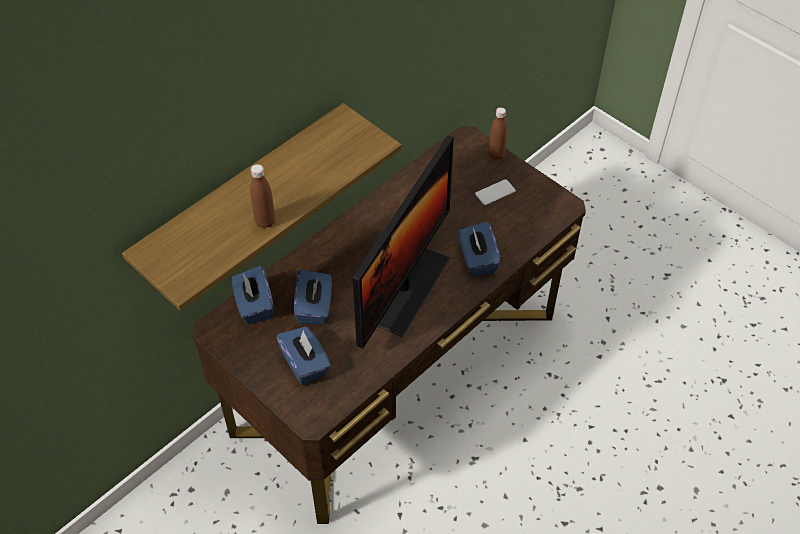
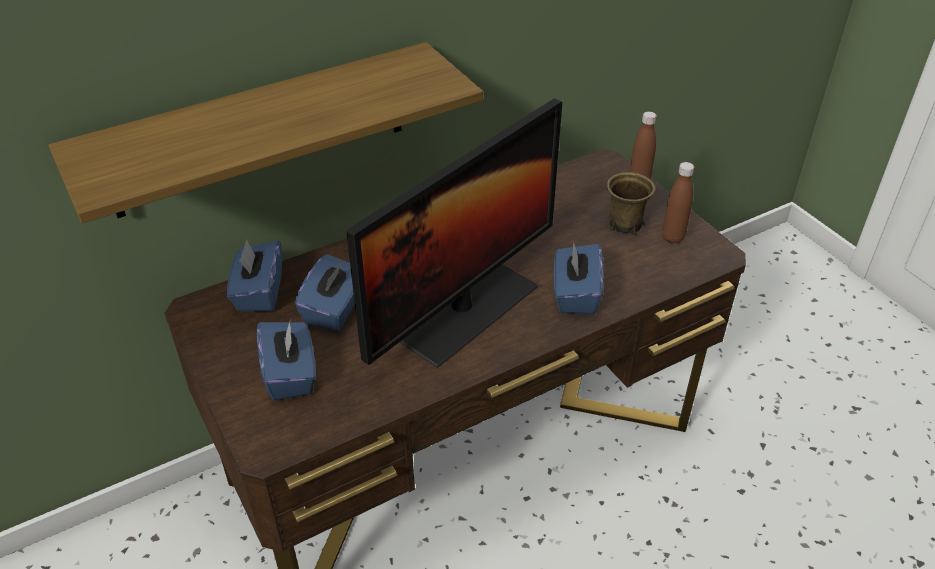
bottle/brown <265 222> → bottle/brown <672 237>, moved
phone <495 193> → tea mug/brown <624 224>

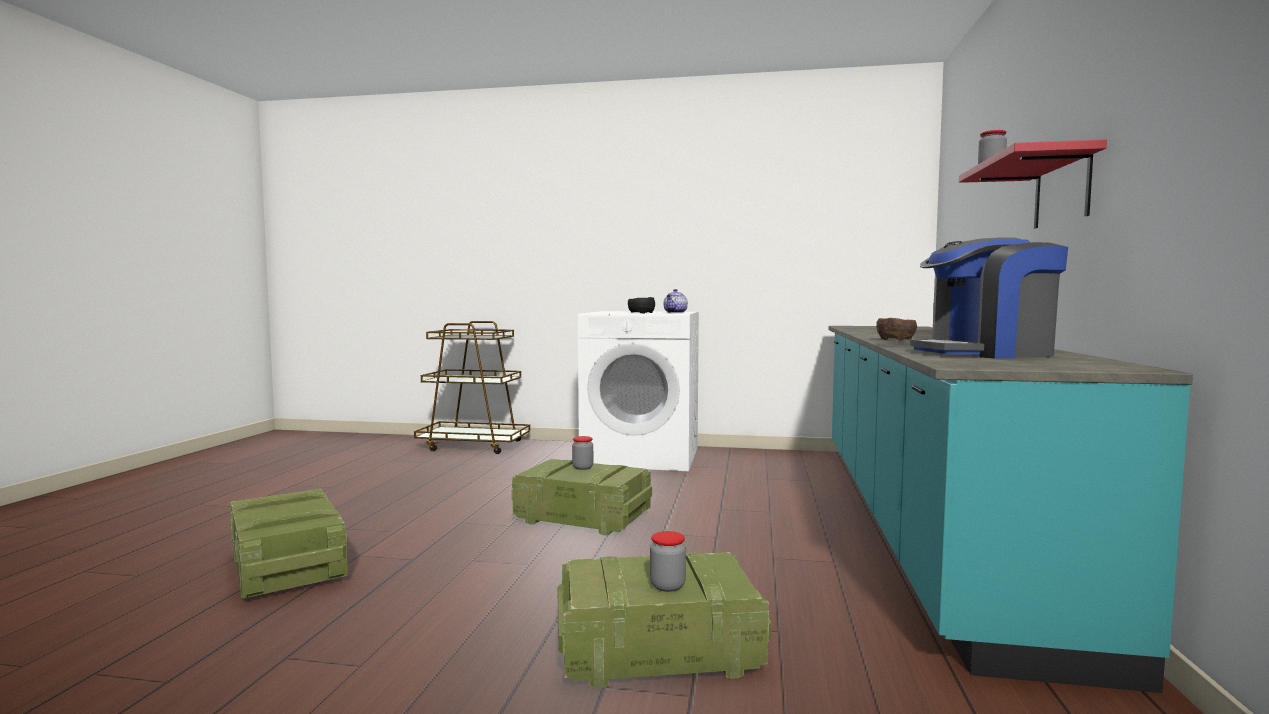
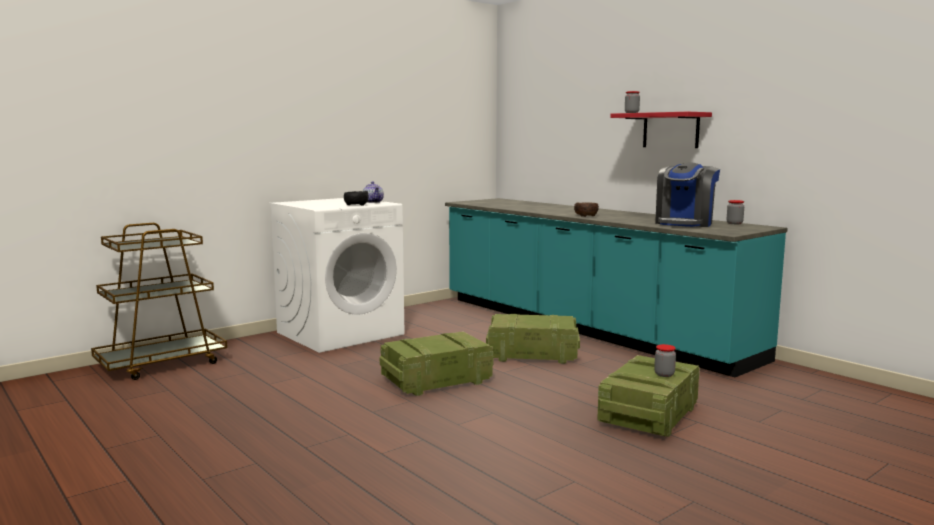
crate <286 567> → crate <531 354>, moved
storage jar <582 467> → storage jar <734 223>, moved

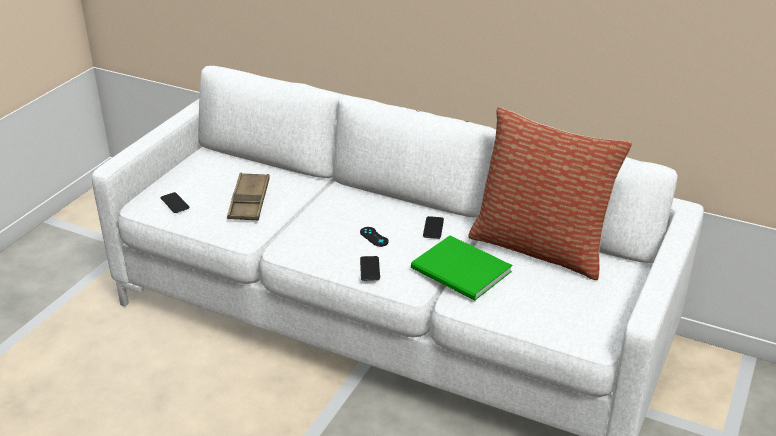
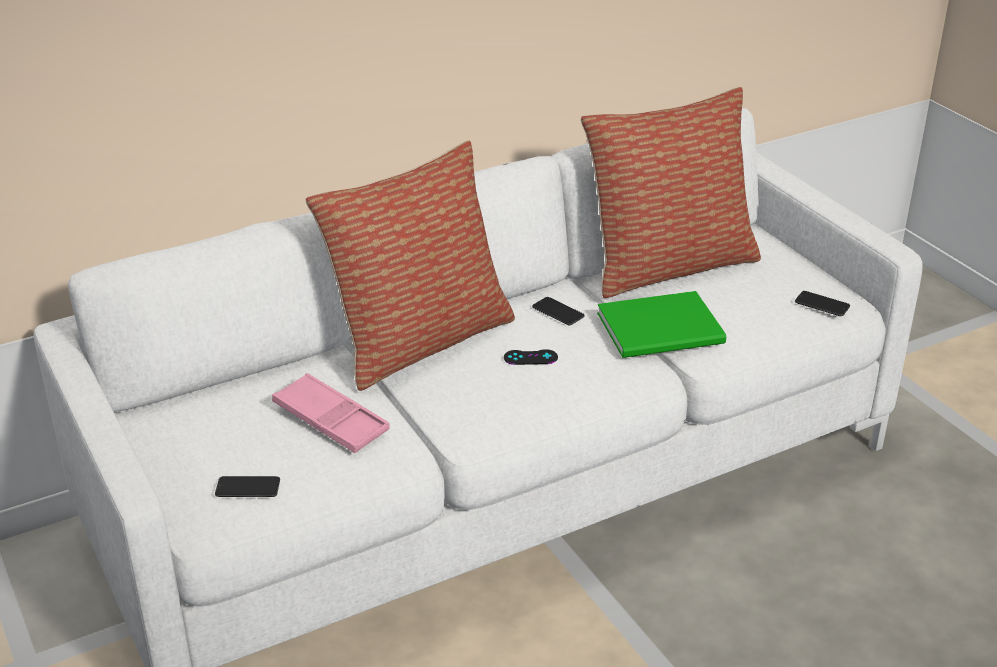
- → cushion <419 340>
phone <370 269> → phone <822 304>, moved
serving tray/brown <249 201> → serving tray/pink-coloured <331 420>

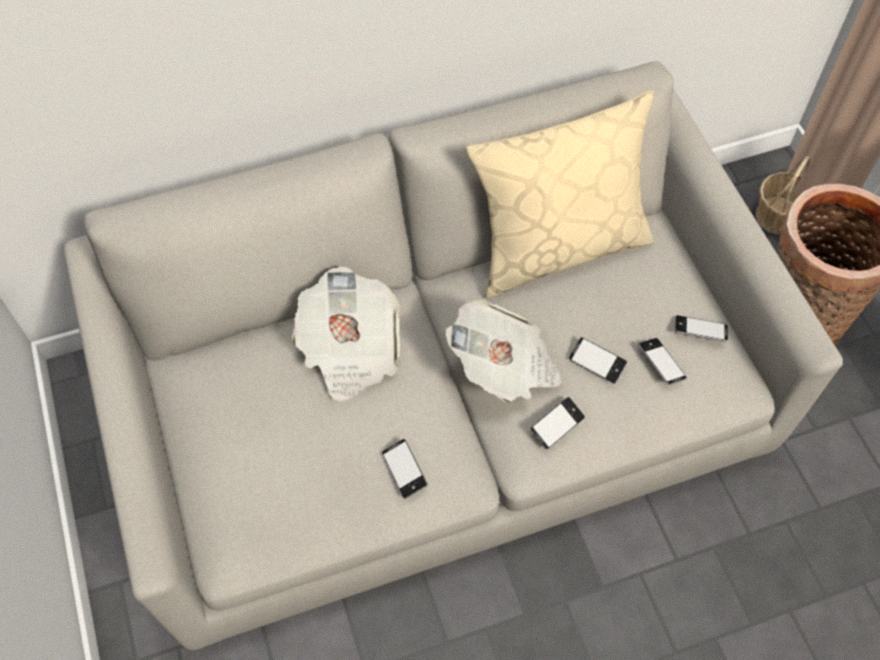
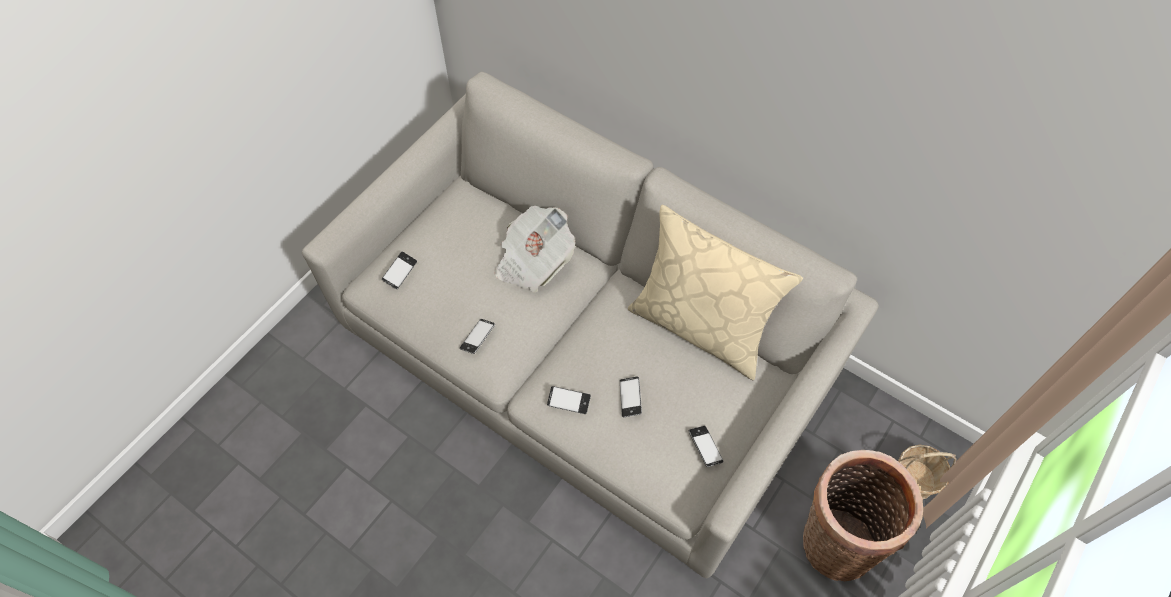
printed paper <504 367> → -
phone <661 363> → phone <400 272>, moved

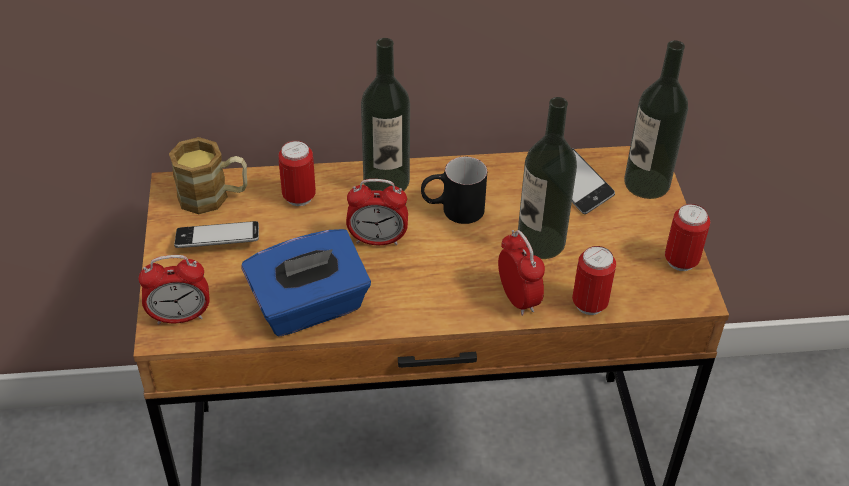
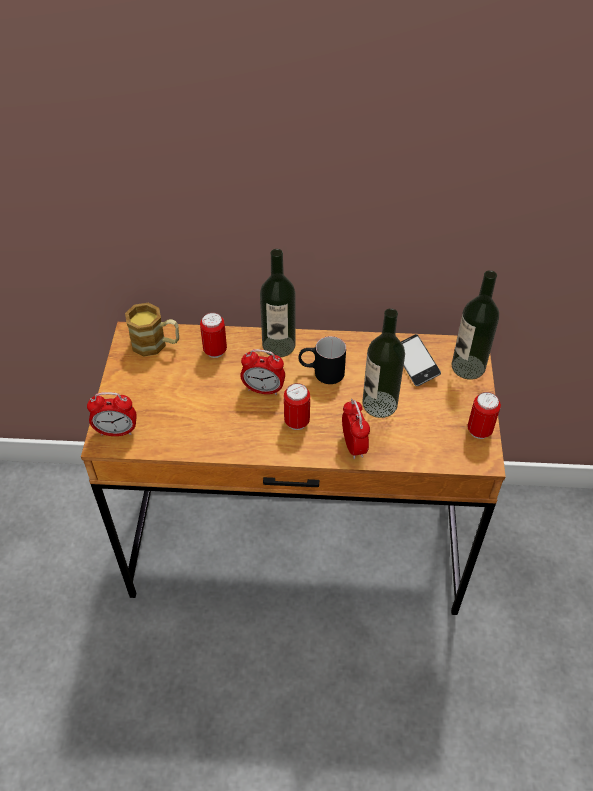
phone <218 240> → -
tissue holder/blue-coloured <309 307> → -
sealed can <589 304> → sealed can <297 422>, moved

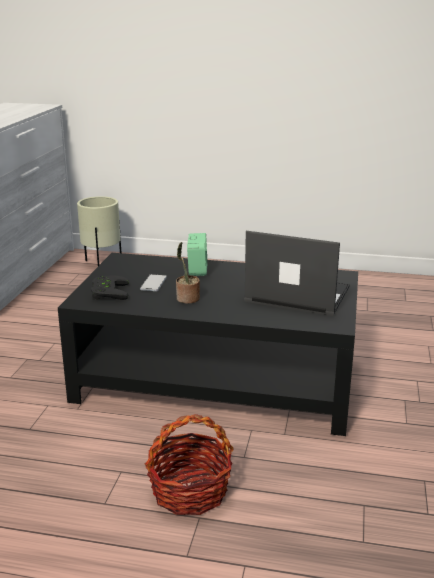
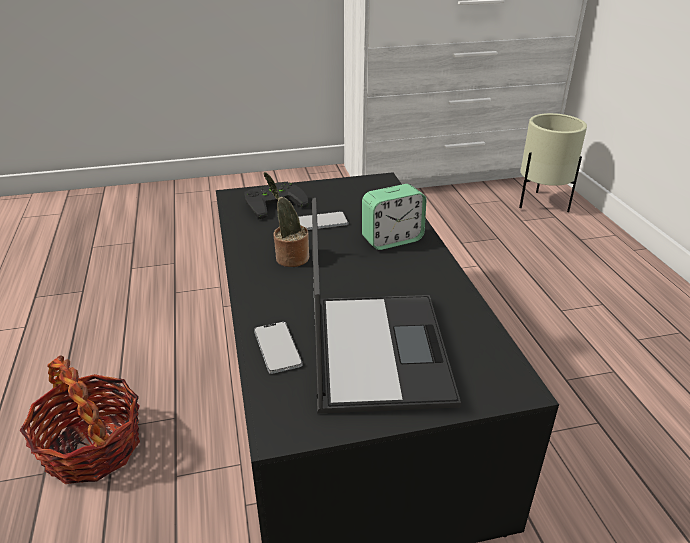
- → phone <277 348>

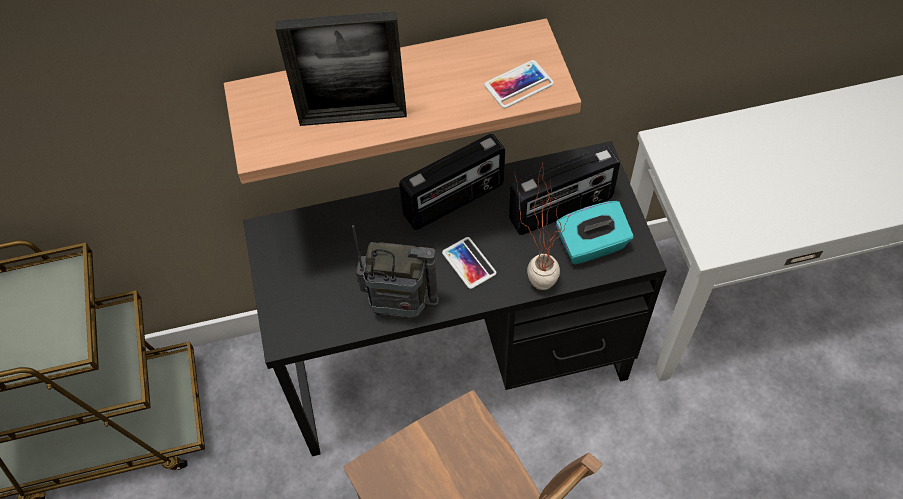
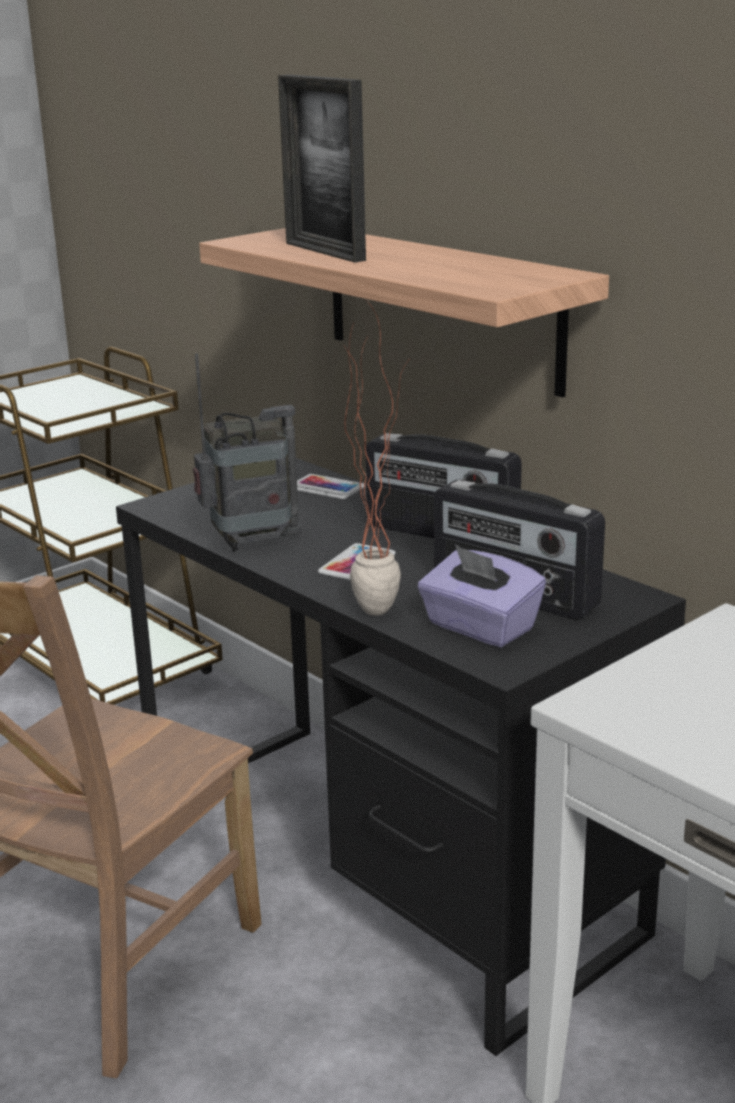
phone <518 84> → phone <326 487>, moved
tissue holder/blue-green <592 245> → tissue holder/purplish <479 628>
radio receiver <400 305> → radio receiver <252 544>, 90 degrees counterclockwise

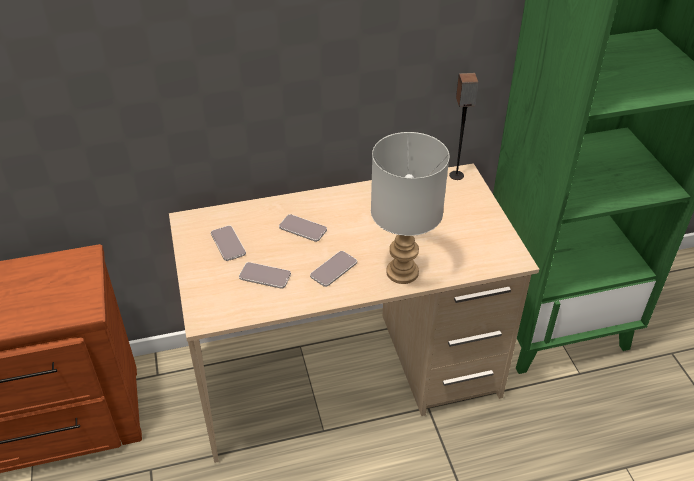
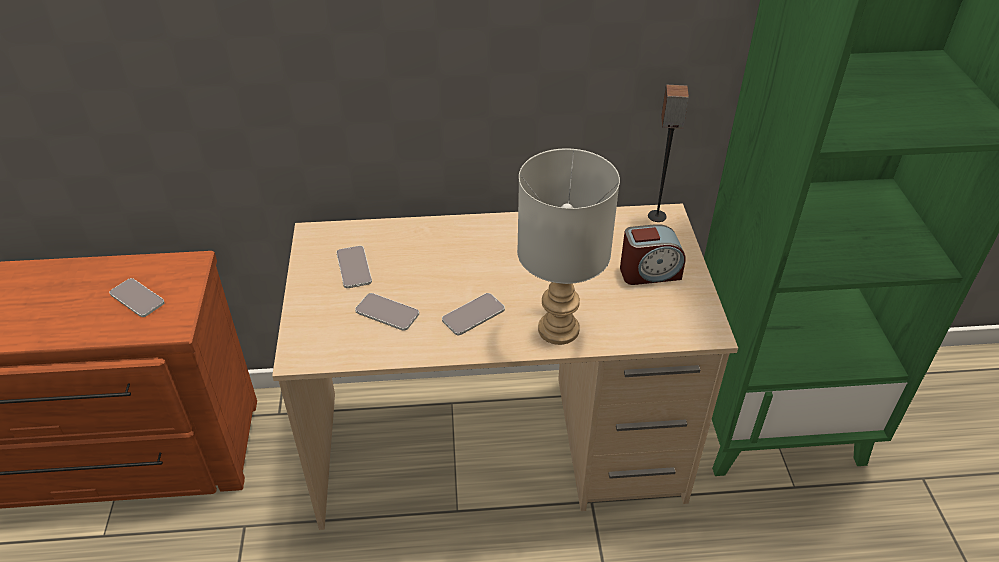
- → table clock <649 272>
phone <303 228> → phone <137 298>, moved

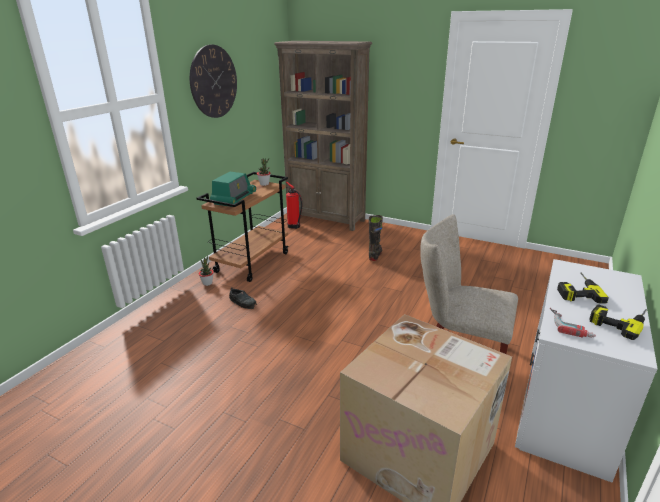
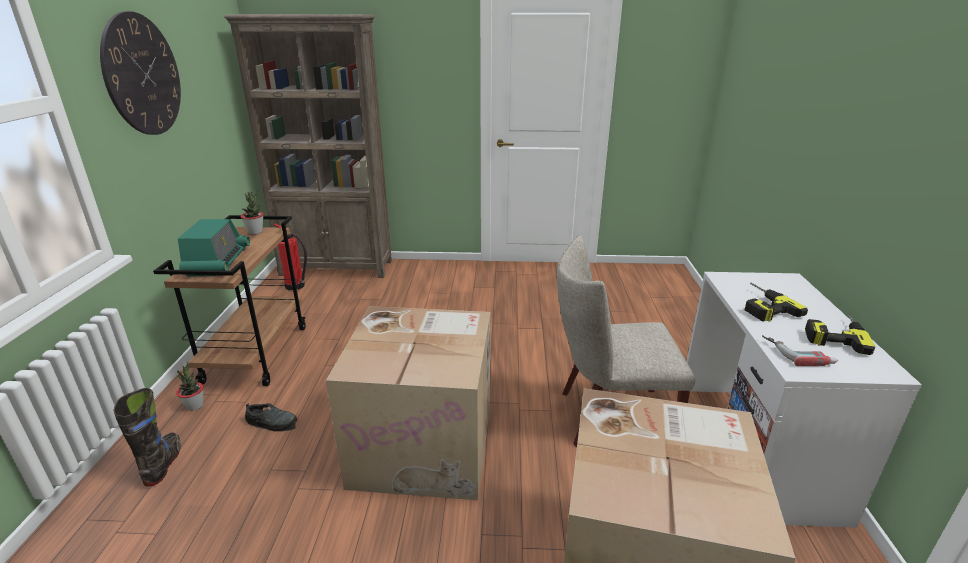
- → cardboard box <425 444>
high-top boot/black-coloured <375 255> → high-top boot/black-coloured <163 464>, moved

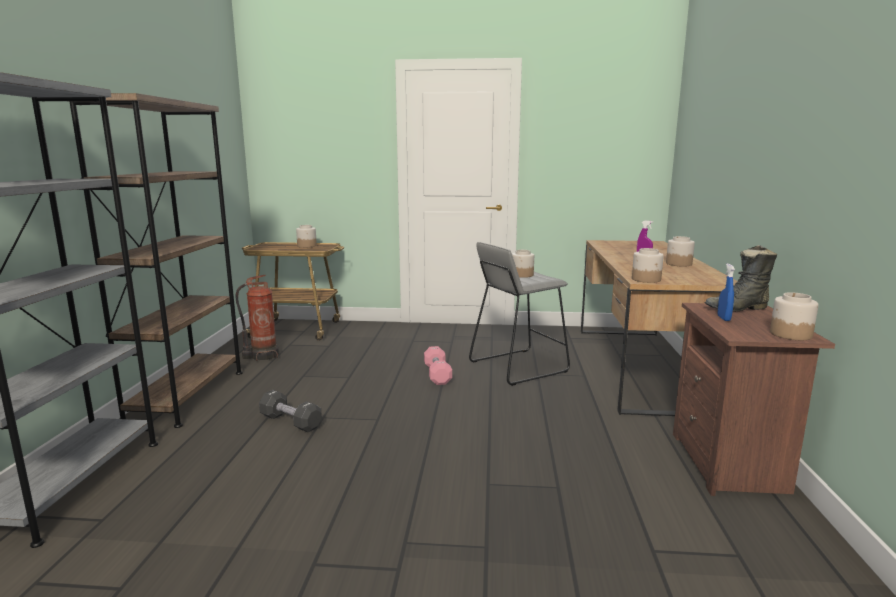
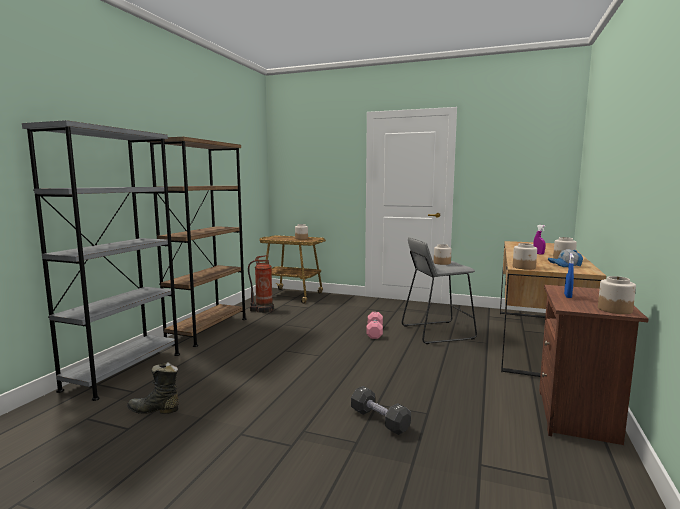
- → peaked cap <565 265>
free weight/black-coloured <290 422> → free weight/black-coloured <379 420>, moved
high-top boot/black-coloured <738 309> → high-top boot/black-coloured <154 410>, moved

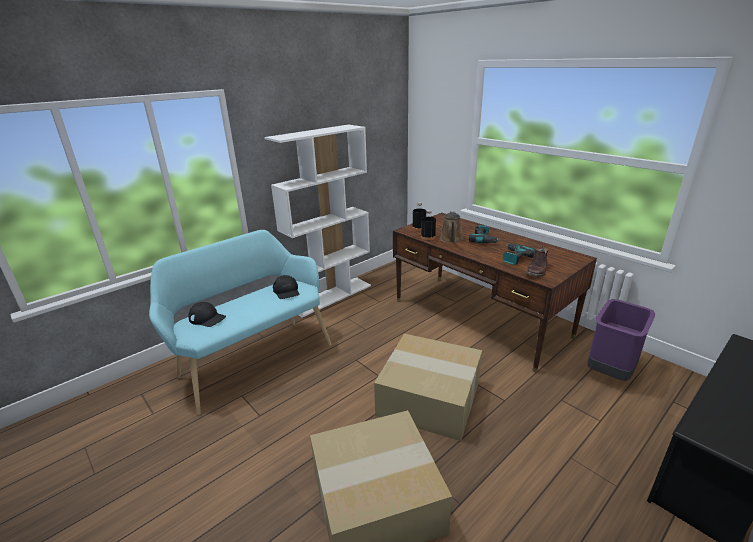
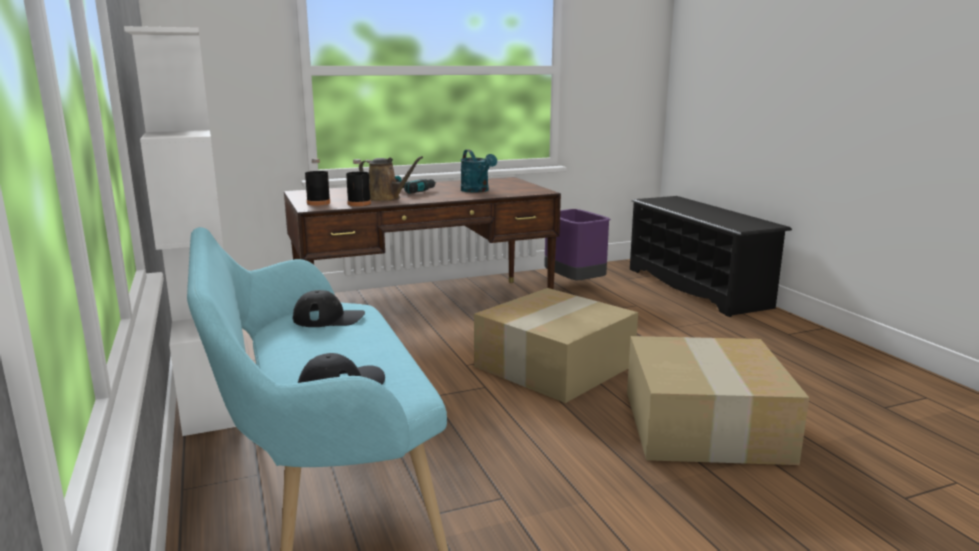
high-top boot/brown <537 270> → -
electric drill <514 258> → sprinkling can/blue-green <477 191>

